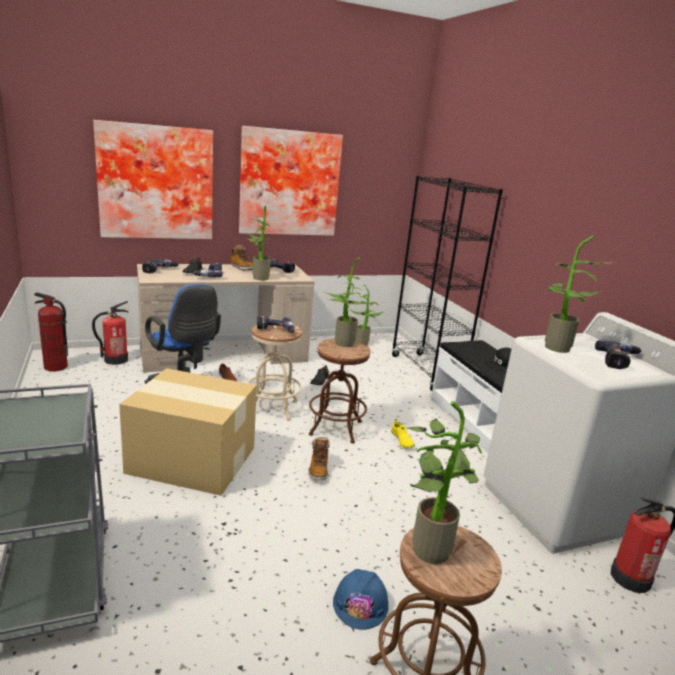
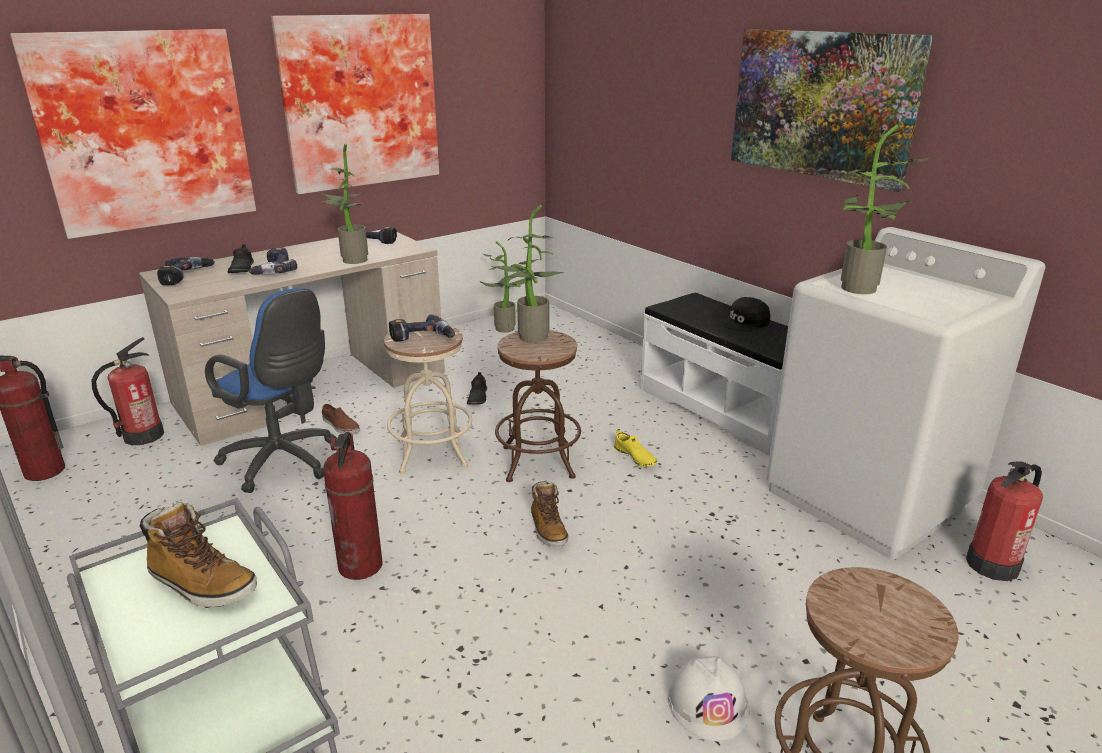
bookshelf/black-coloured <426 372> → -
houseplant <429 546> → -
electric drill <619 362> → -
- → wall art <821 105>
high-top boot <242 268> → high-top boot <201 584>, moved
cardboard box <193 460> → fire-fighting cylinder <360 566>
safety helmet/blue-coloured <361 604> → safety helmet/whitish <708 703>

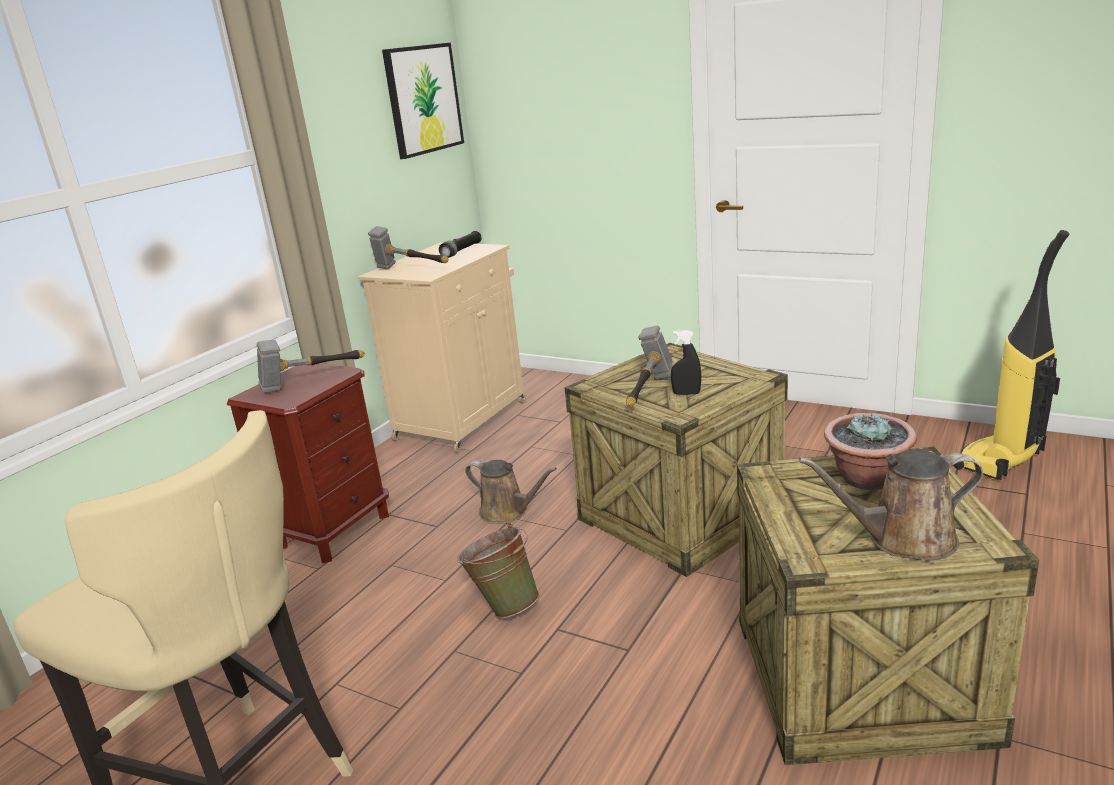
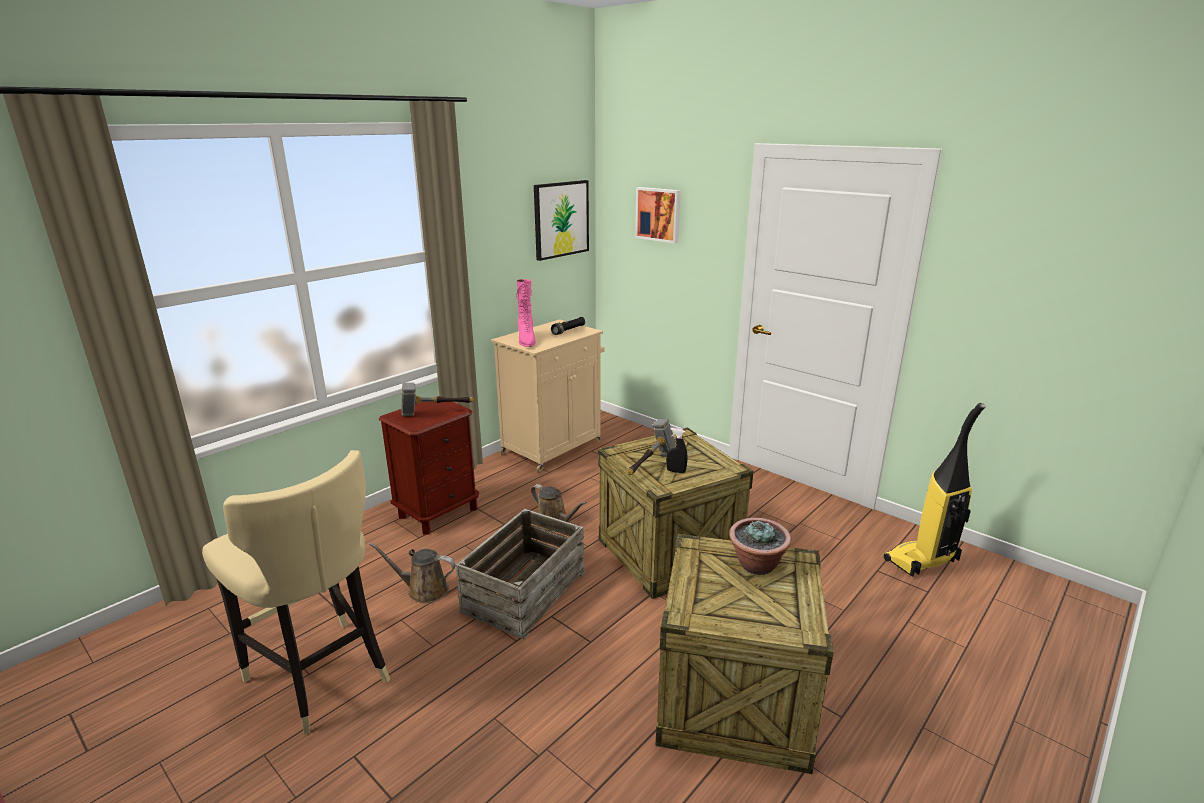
- → wall art <659 214>
sprinkling can/brown <903 539> → sprinkling can/brown <424 590>, moved
hand hammer <410 270> → high-top boot/pink-coloured <526 340>
bucket/green-coloured <503 606> → crate <524 591>

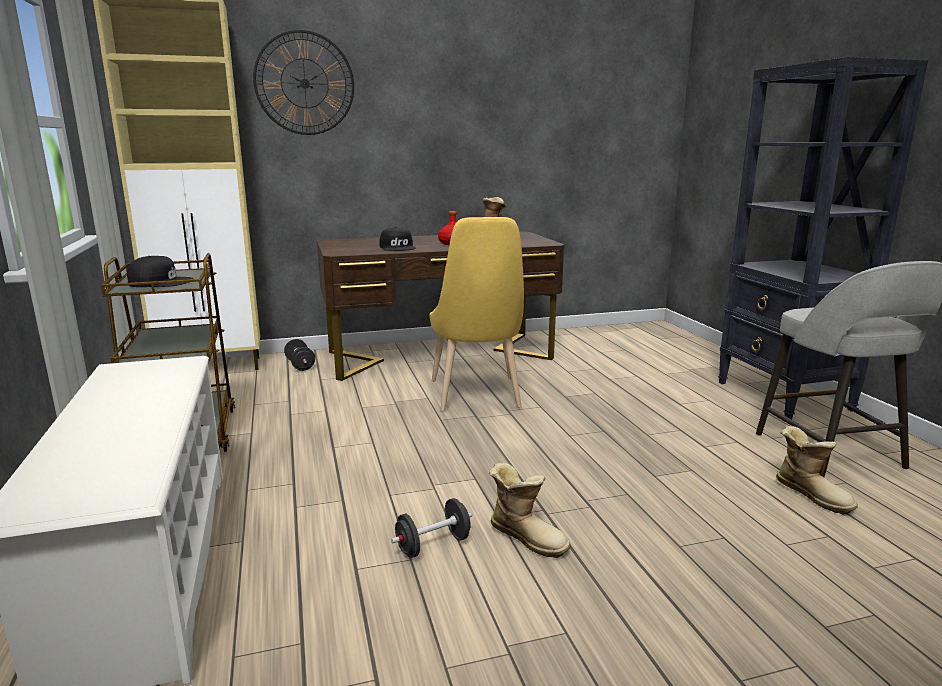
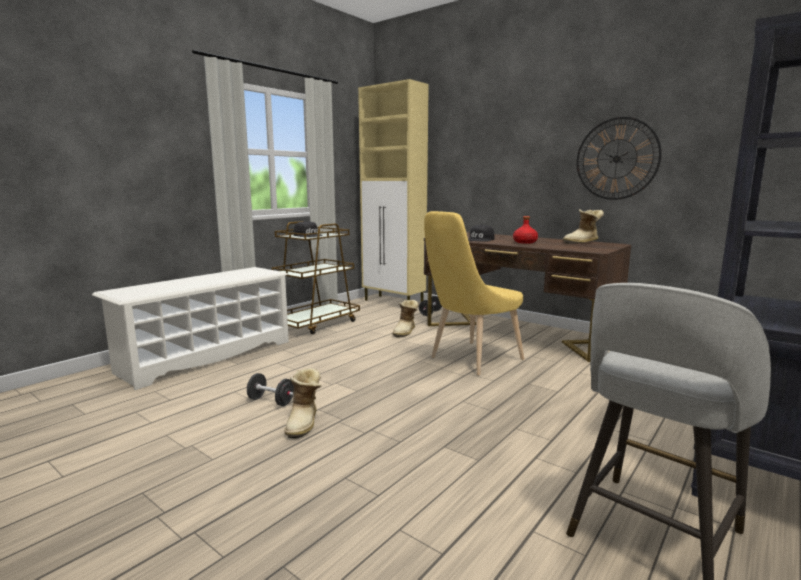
hanging clock <304 83> → hanging clock <616 159>, moved
high-top boot <812 494> → high-top boot <406 332>, moved

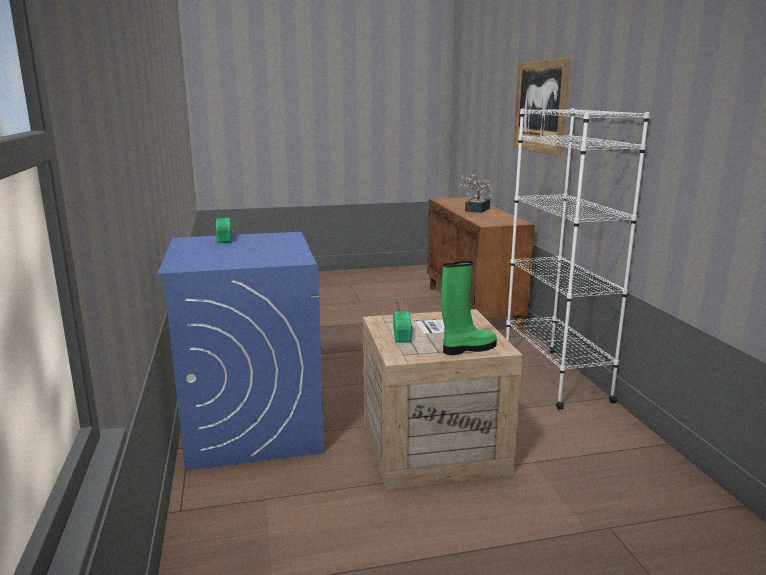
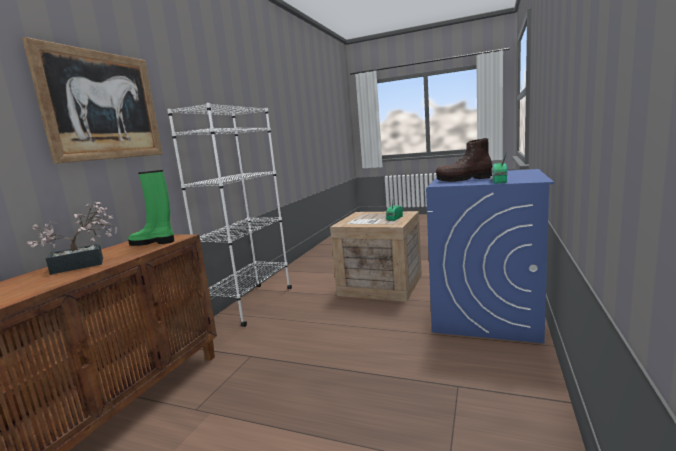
- → high-top boot/brown <463 180>
high-top boot/green-coloured <468 348> → high-top boot/green-coloured <154 242>, moved

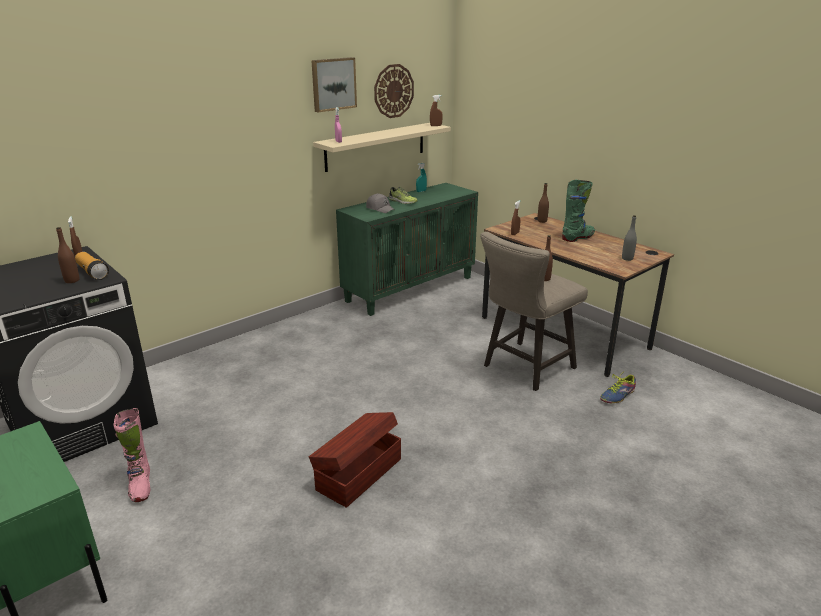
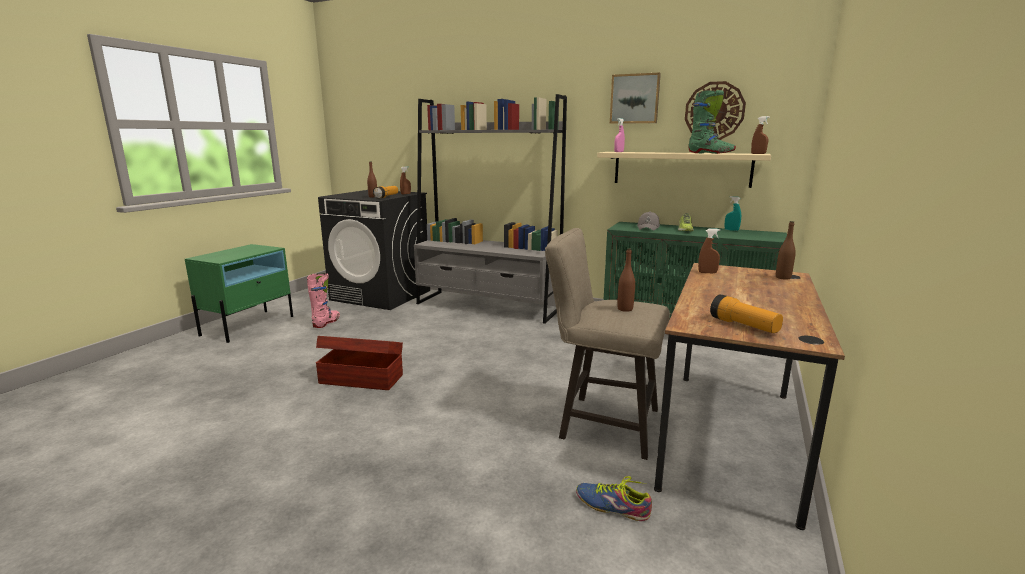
- → bookshelf/greyish <488 306>
high-top boot/green-coloured <578 238> → high-top boot/green-coloured <710 153>, moved
bottle/greyish <627 258> → torch <744 326>
high-top boot/pink-coloured <140 485> → high-top boot/pink-coloured <326 323>, 150 degrees clockwise

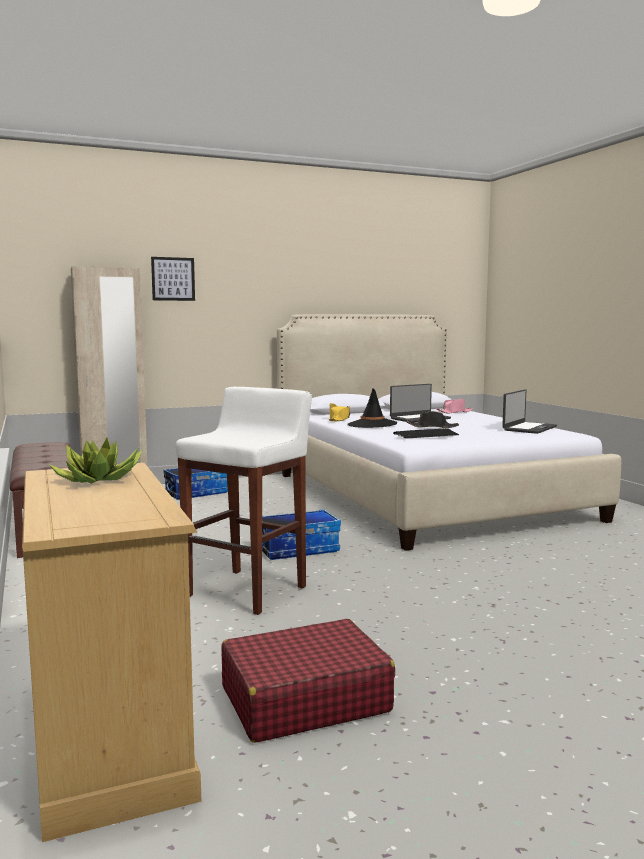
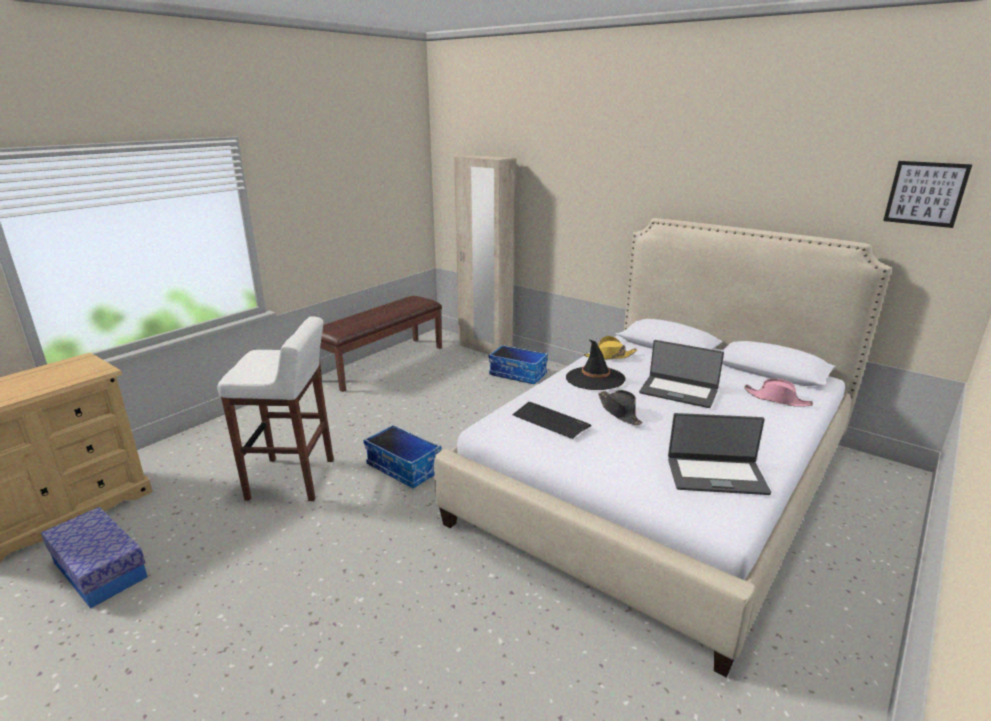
houseplant <99 479> → -
wall art <173 279> → wall art <925 193>, moved
piece of luggage/reddish <304 699> → storage bin <100 569>

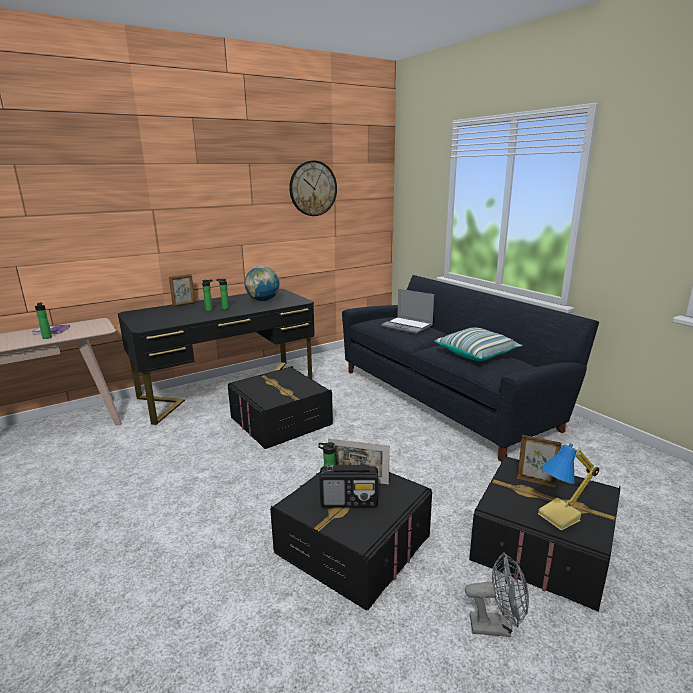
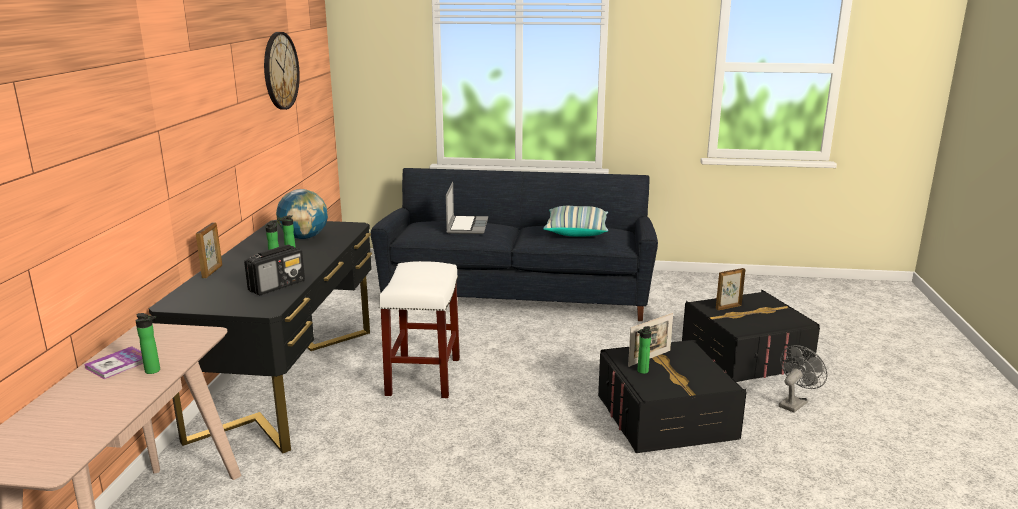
tabletop lamp <560 517> → -
radio receiver <349 501> → radio receiver <277 286>, moved
storage bin/black-coloured <281 421> → sitting stool/whitish <424 377>
laptop <408 326> → laptop <466 226>, 75 degrees counterclockwise

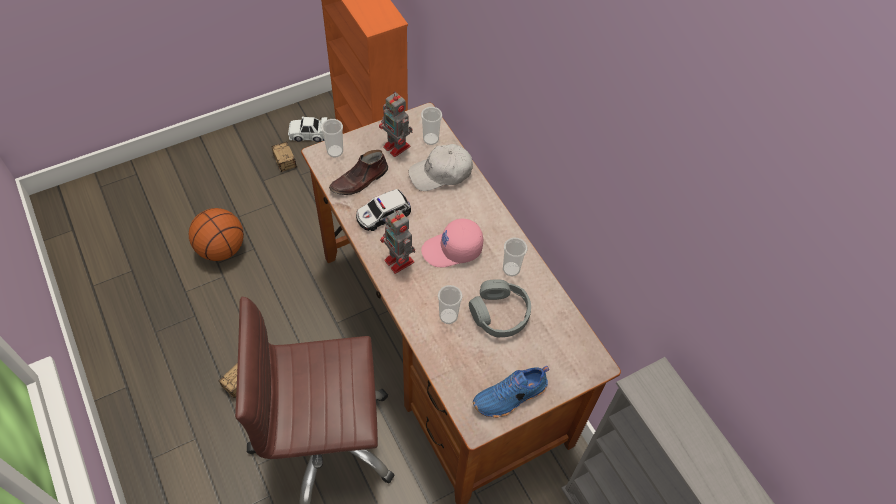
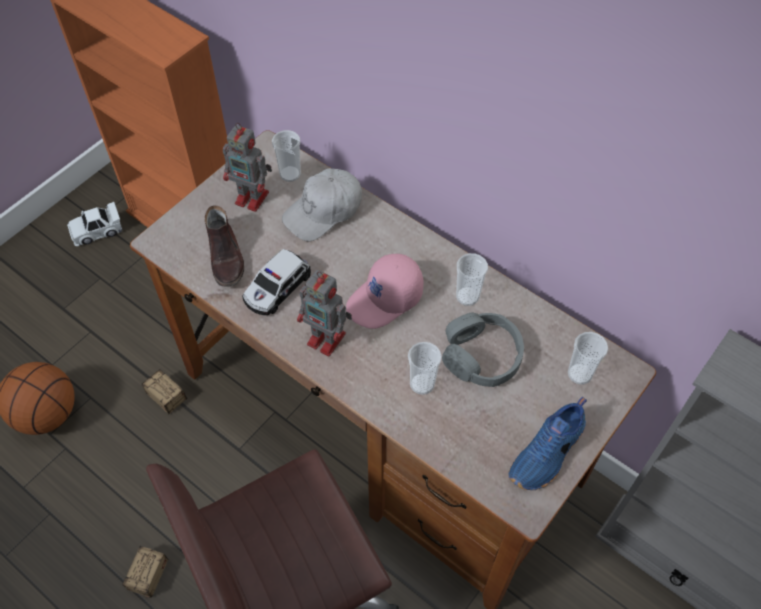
storage bin <290 173> → storage bin <182 411>, moved
drinking cup <335 151> → drinking cup <579 374>, moved
low shoe/brown <360 180> → low shoe/brown <226 256>, 45 degrees counterclockwise

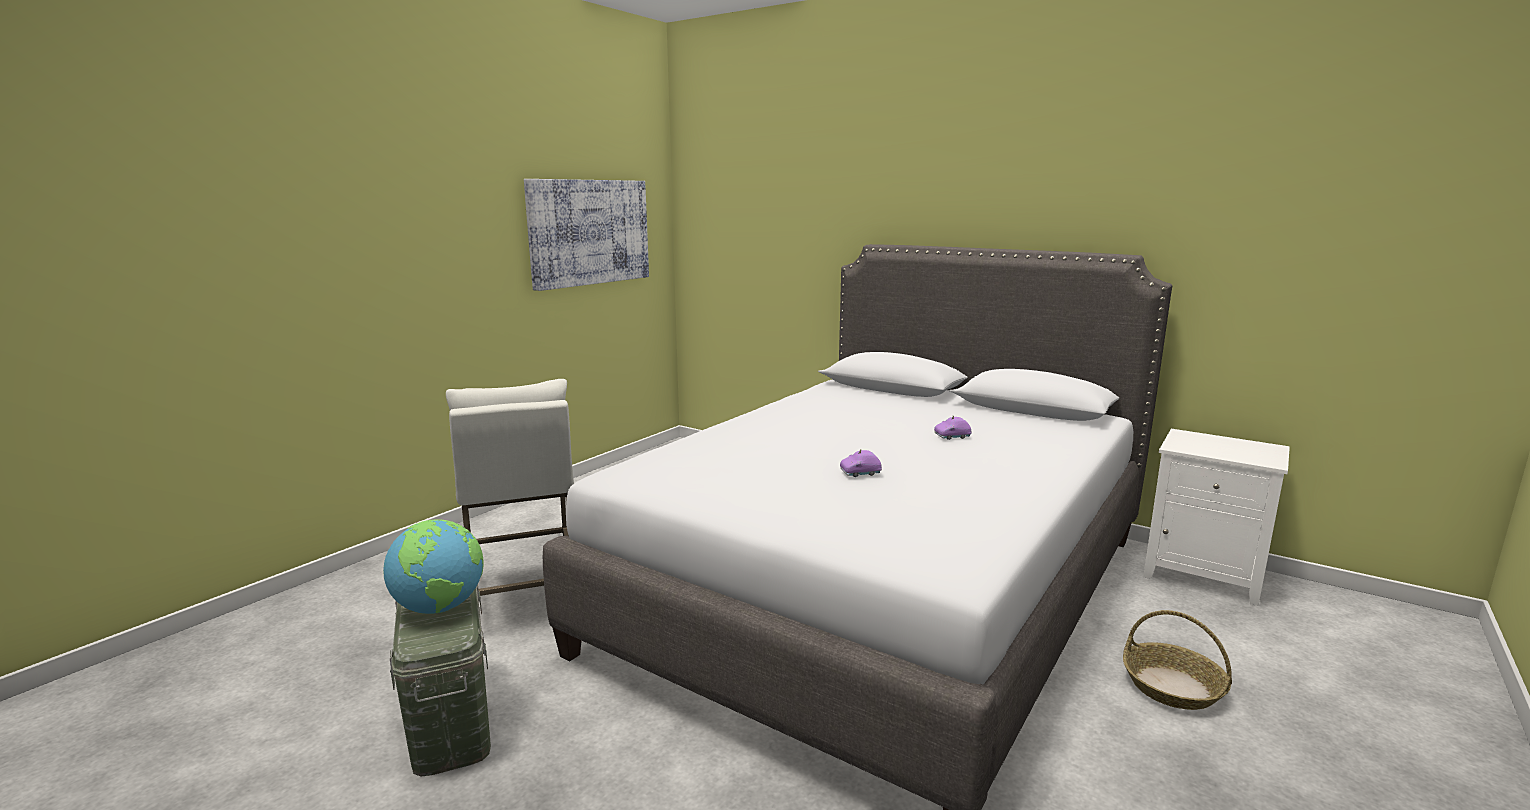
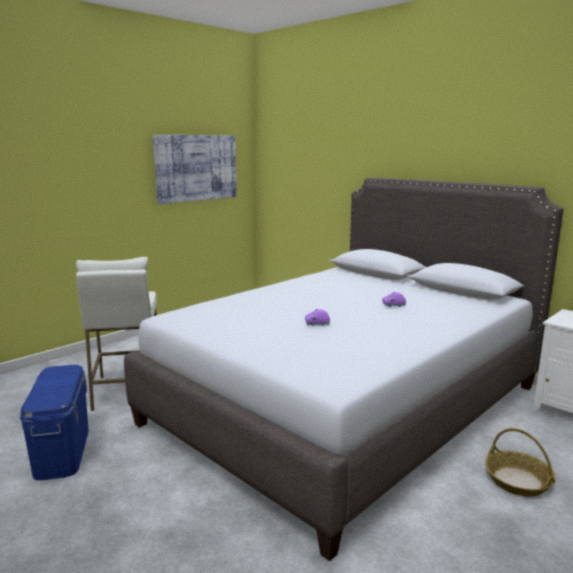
globe <440 607> → -
storage bin/green-coloured <450 717> → storage bin/blue-coloured <62 451>

